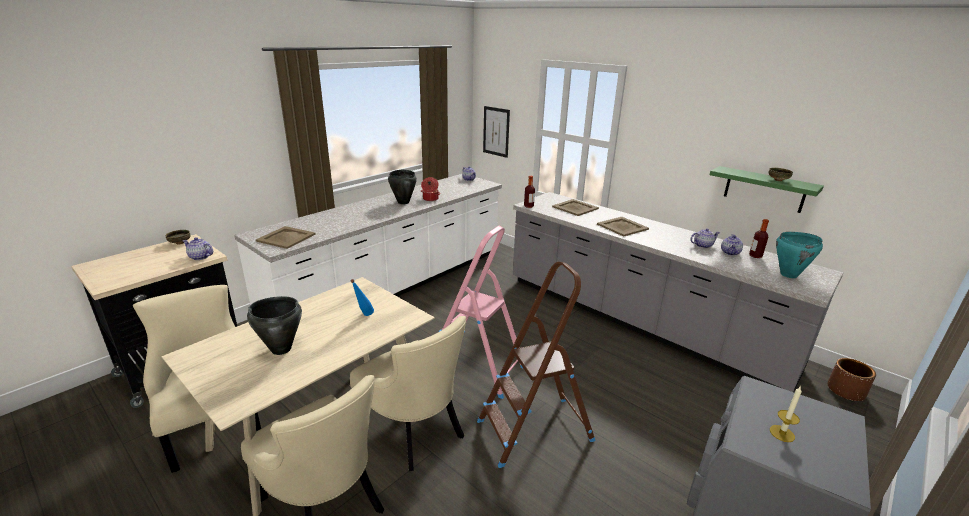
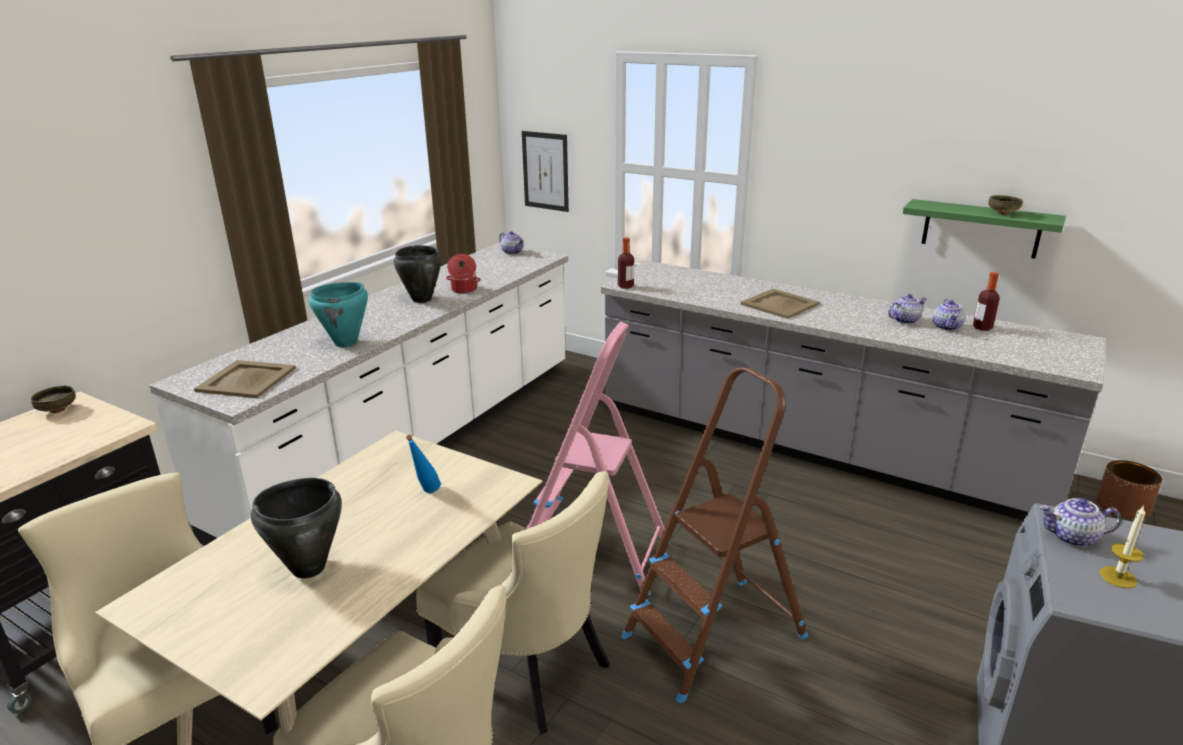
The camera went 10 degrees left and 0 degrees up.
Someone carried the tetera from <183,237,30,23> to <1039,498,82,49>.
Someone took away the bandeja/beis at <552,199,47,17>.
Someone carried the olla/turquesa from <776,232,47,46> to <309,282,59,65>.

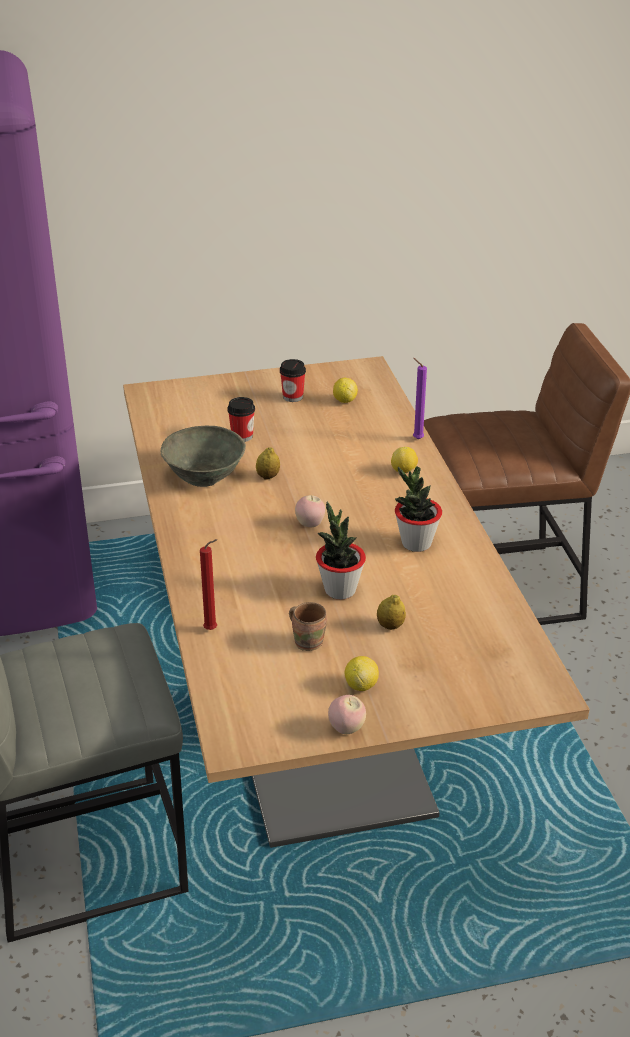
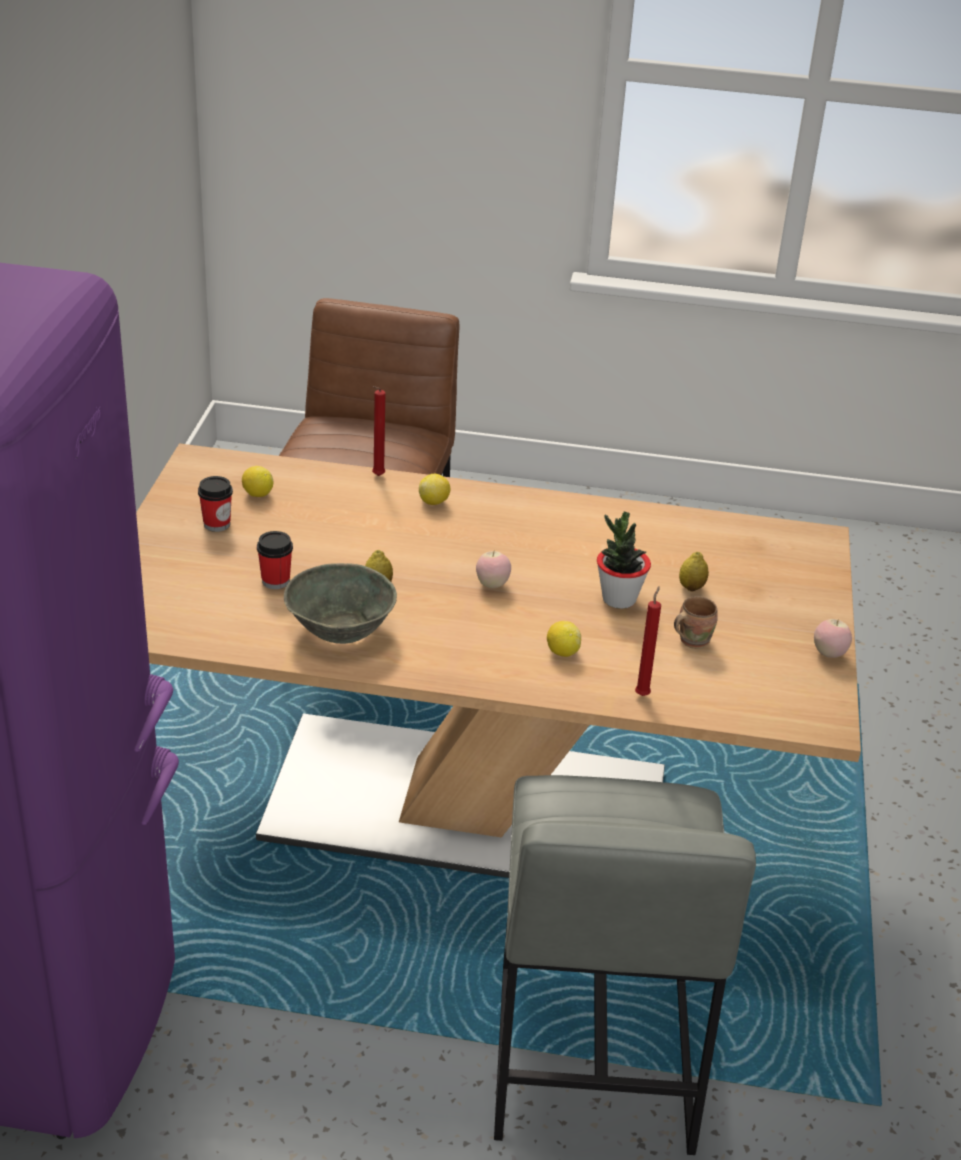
The camera went 70 degrees left and 0 degrees up.
Someone carried the limón from <344,656,35,35> to <547,621,34,36>.
Someone took away the planta en maceta at <395,466,47,86>.
Someone repainted the vela/morado at <413,358,14,81>, which became the vela/rojo at <372,386,13,90>.

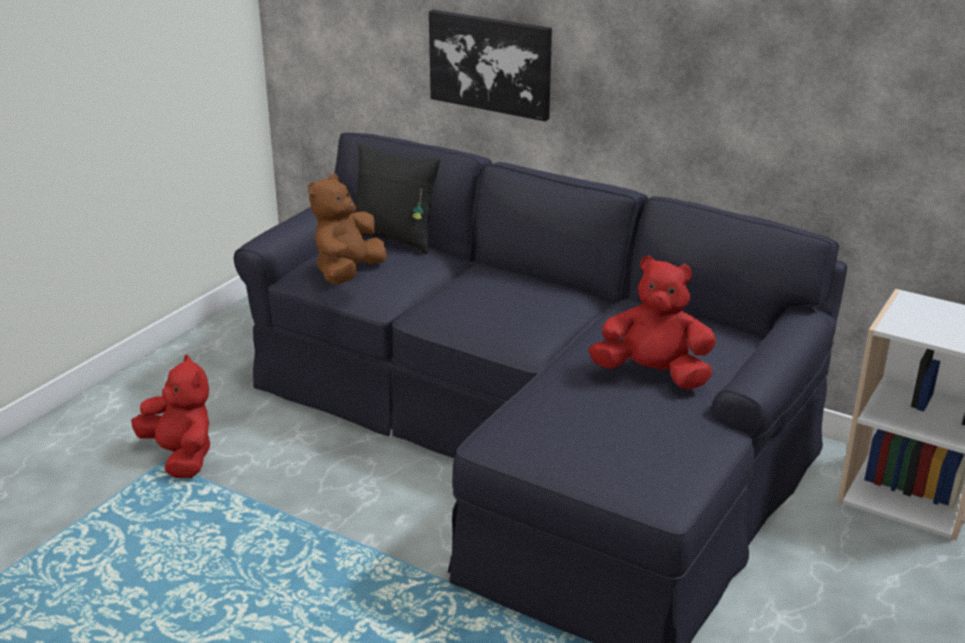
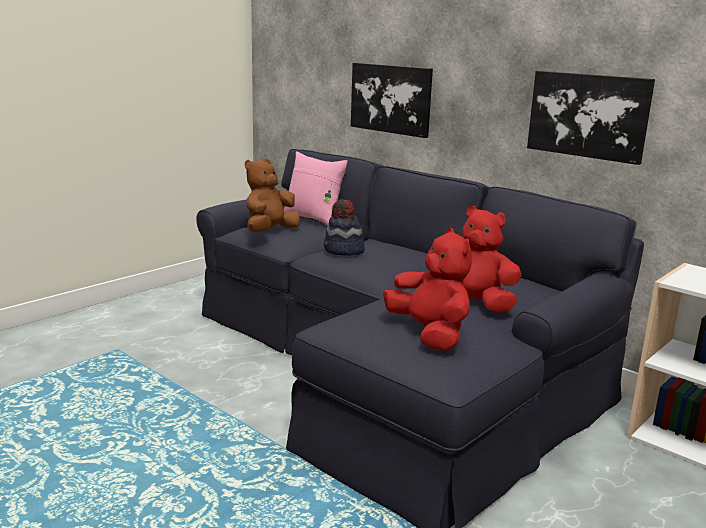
The camera went 10 degrees right and 10 degrees down.
Someone carried the peluche/rojo from <131,355,80,123> to <383,228,89,123>.
Someone repainted the cojín/negro at <354,143,86,111>, which became the cojín/rosa at <284,151,64,75>.
Someone put down the sombrero at <324,199,41,57>.
Someone put up the cuadro at <527,71,128,94>.

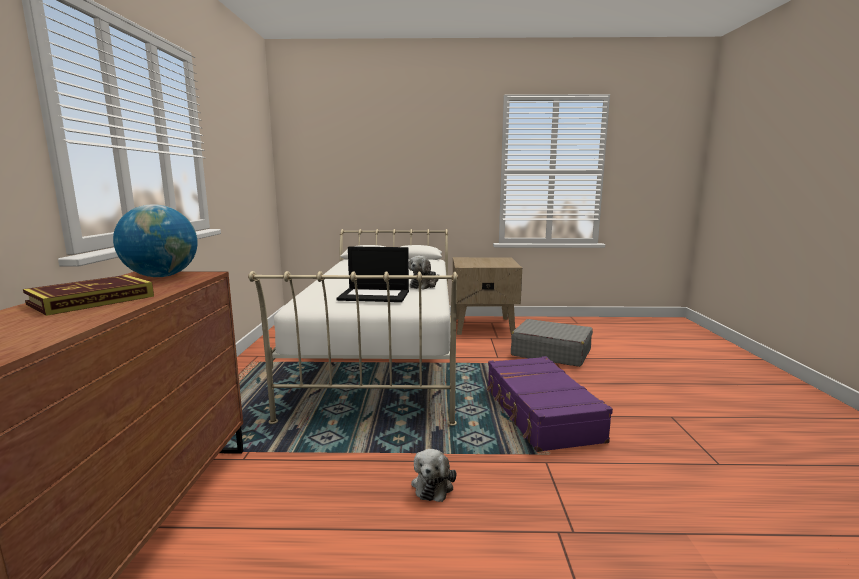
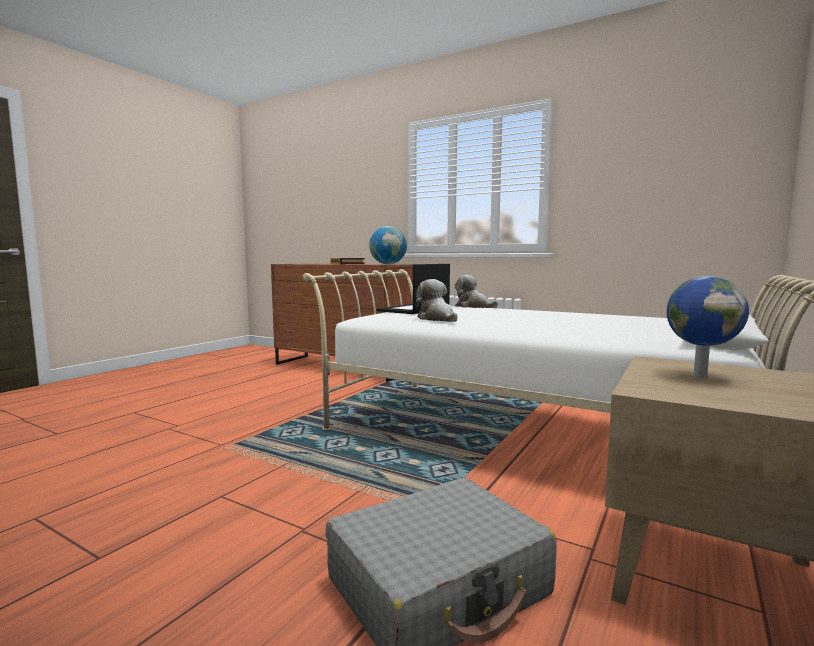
The camera went 120 degrees right and 5 degrees down.
Someone carried the peluche from <411,449,45,53> to <455,275,43,33>.
Someone took away the maleta/morado at <487,356,126,96>.
Someone put down the globo terráqueo at <667,276,82,102>.

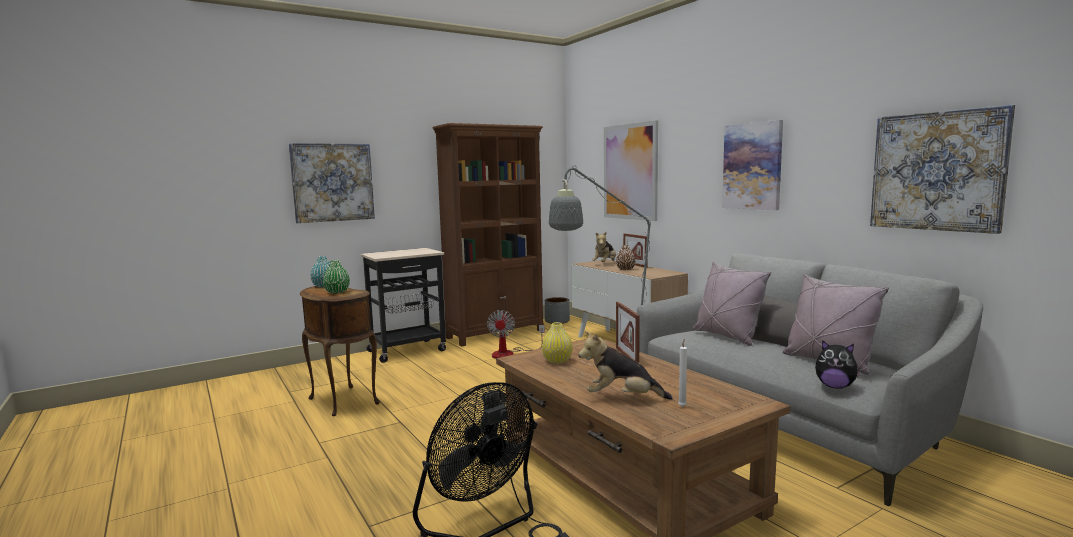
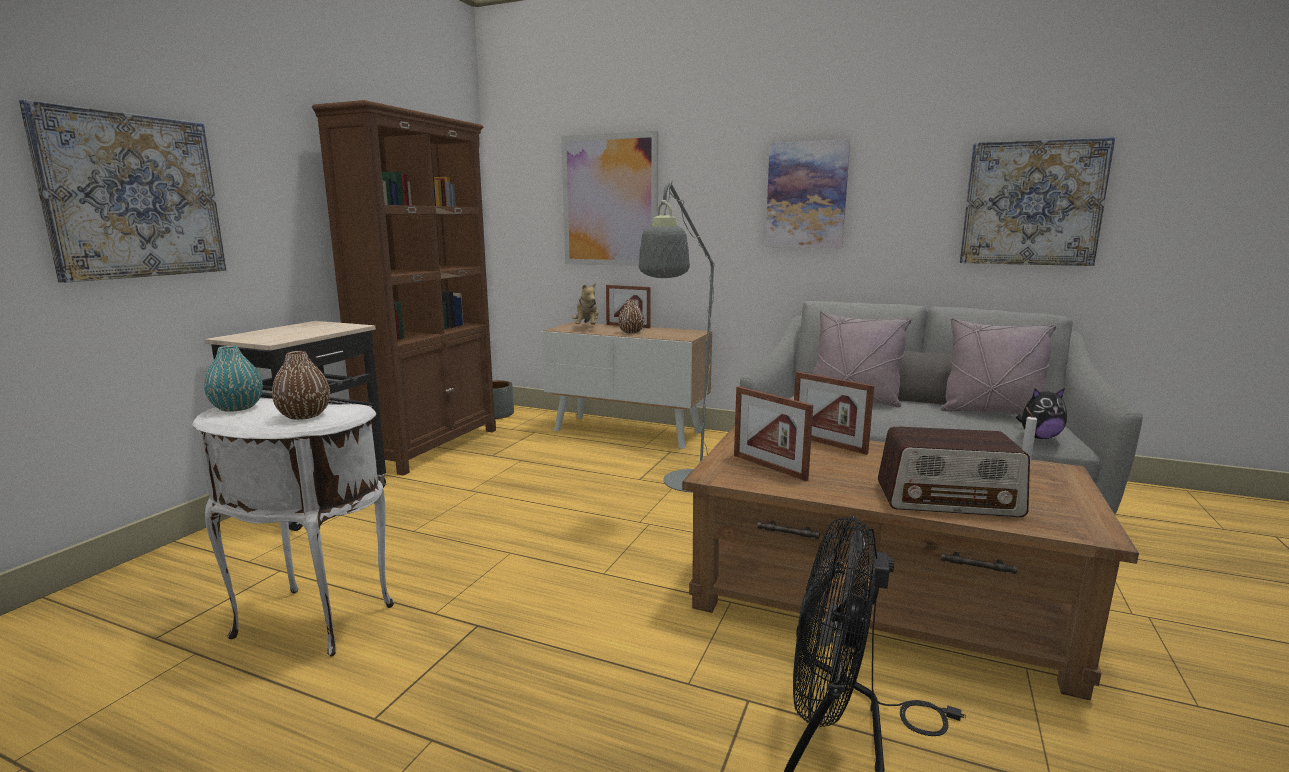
The camera went 35 degrees left and 5 degrees up.
Someone repainted the mesa auxiliar/marrón at <300,286,80,130>, which became the mesa auxiliar/blanco at <192,398,202,259>.
Someone repainted the florero/verde at <323,260,27,34>, which became the florero/marrón at <272,351,58,69>.
Someone took away the ventilador at <487,310,58,49>.
Someone swapped the florero/amarillo at <542,322,31,42> for the portarretratos at <734,386,79,95>.
Someone swapped the peluche at <578,331,94,69> for the radio at <878,426,152,91>.

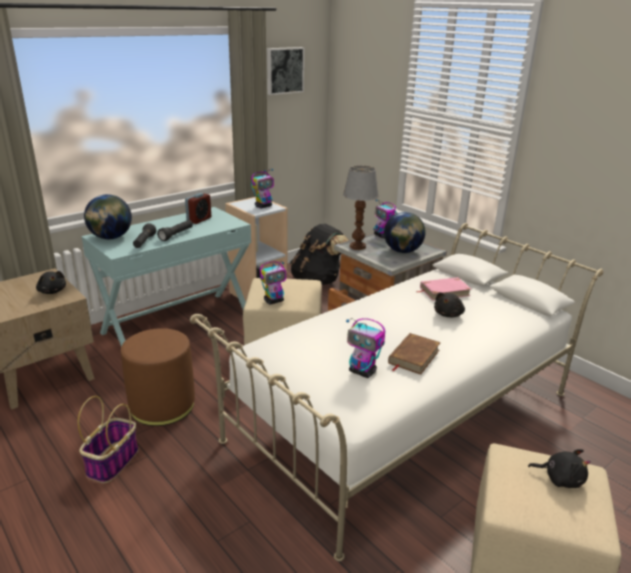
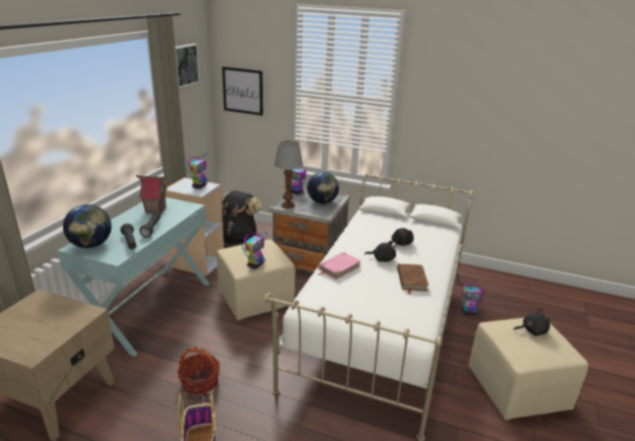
The camera went 30 degrees left and 0 degrees up.
Someone carried the peluche/negro from <36,271,30,23> to <365,241,31,21>.
Someone swapped the puf/marrón at <121,328,74,98> for the cesta at <177,347,43,48>.
Someone swapped the despertador at <185,193,26,31> for the casita at <136,175,31,39>.
Someone carried the robot de juguete from <346,318,39,60> to <461,283,23,32>.
Someone carried the libro/rosa from <416,277,55,24> to <318,252,42,28>.
Someone put up the cuadro at <222,67,41,49>.

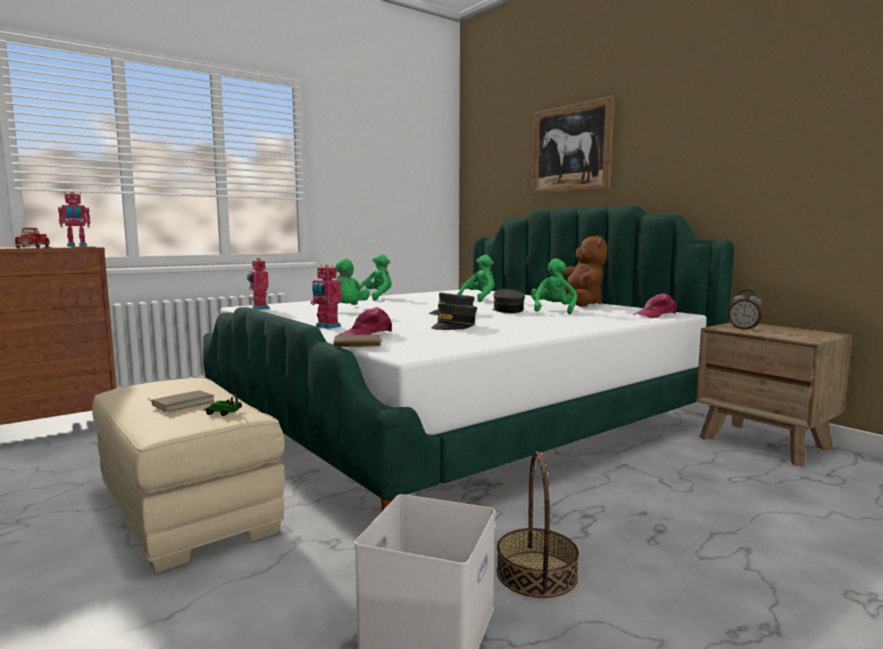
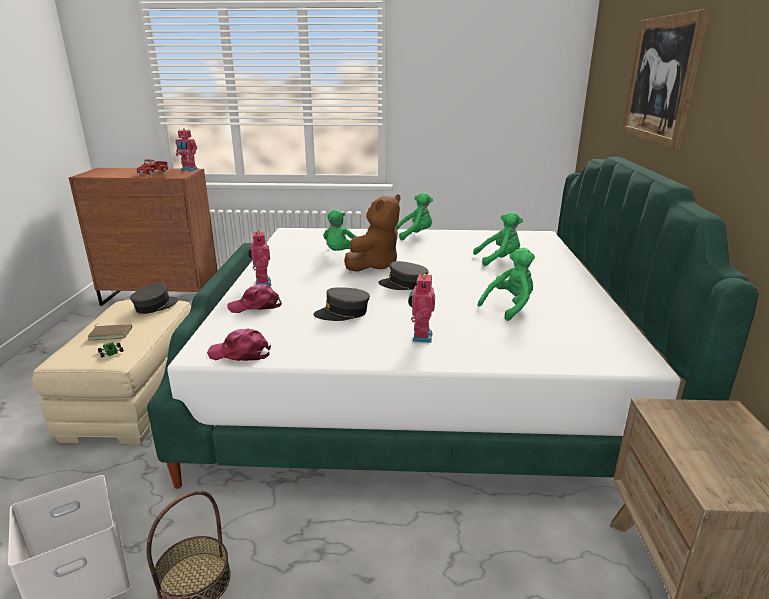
The camera went 40 degrees right and 15 degrees up.
Someone carried the robot de juguete from <247,258,23,52> to <408,272,27,71>.
Someone took away the libro/marrón at <333,334,50,13>.
Someone carried the gorra/gris from <493,289,32,24> to <130,283,49,31>.
Someone carried the peluche/marrón from <561,235,46,72> to <344,194,56,78>.
Someone carried the gorra/rosa from <633,293,44,25> to <207,328,64,33>.
Someone took away the despertador at <728,290,34,40>.

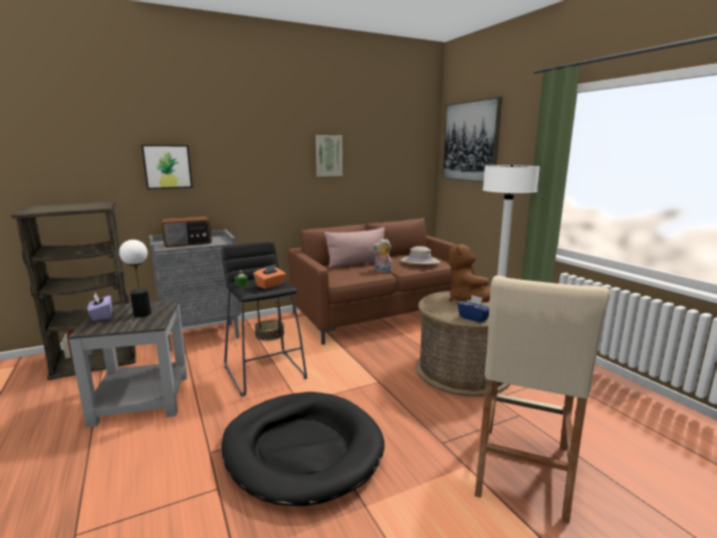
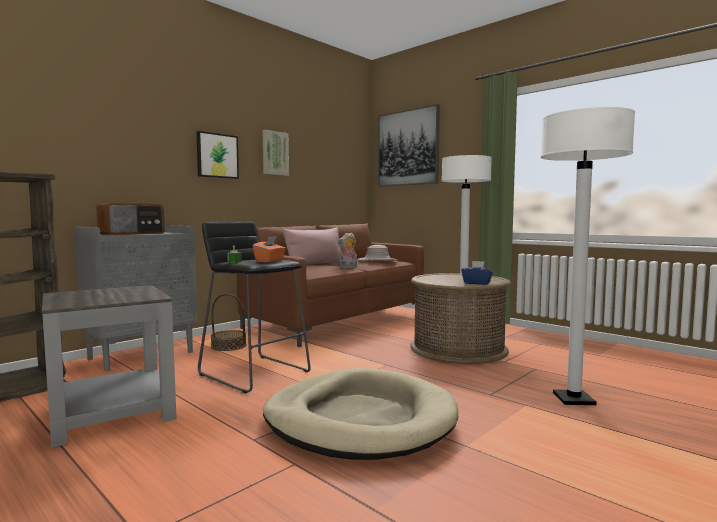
The camera went 20 degrees left and 10 degrees down.
Someone took away the caja de pañuelos/morado at <88,293,24,28>.
Someone took away the lámpara de mesa at <119,240,32,77>.
Someone carried the cuadro from <141,145,52,44> to <196,131,43,48>.
Someone repainted the cama para perro/negro at <221,392,164,114>, which became the cama para perro/beis at <263,368,195,92>.
Someone took away the peluche/marrón at <449,243,41,59>.
Someone swapped the taburete/beis at <475,275,135,249> for the lámpara de pie/blanco at <541,107,94,298>.

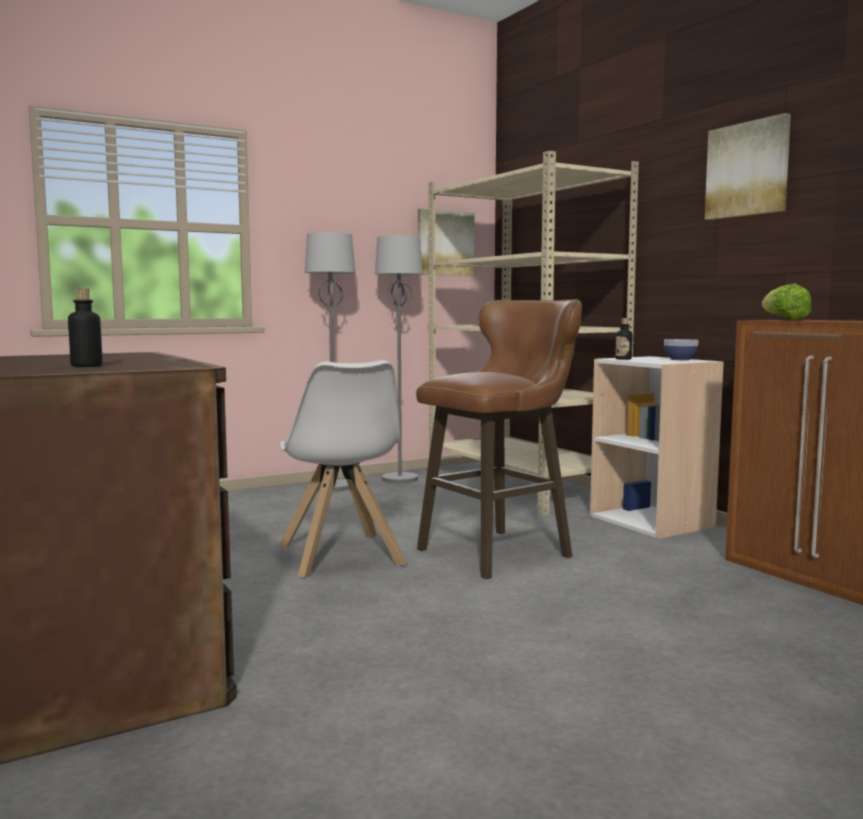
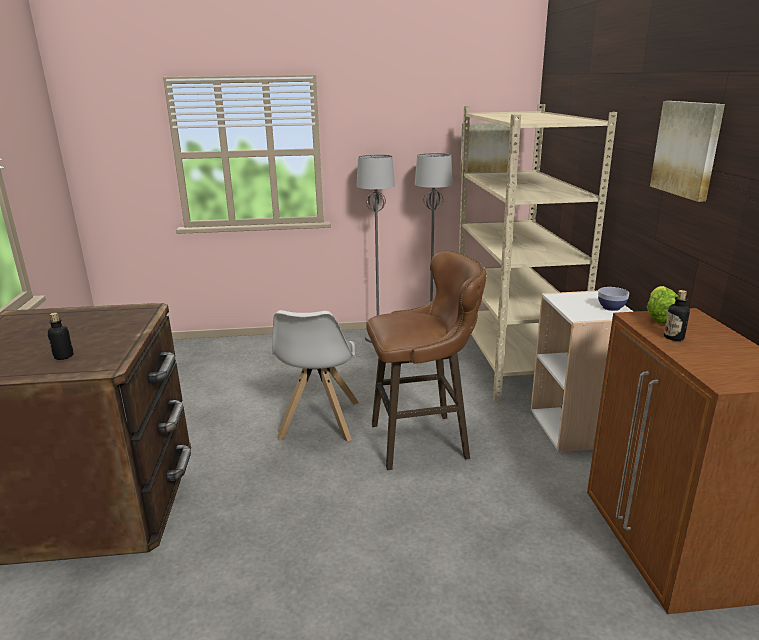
The camera went 25 degrees right and 15 degrees up.
Someone carried the botella from <615,318,18,42> to <664,290,26,51>.

